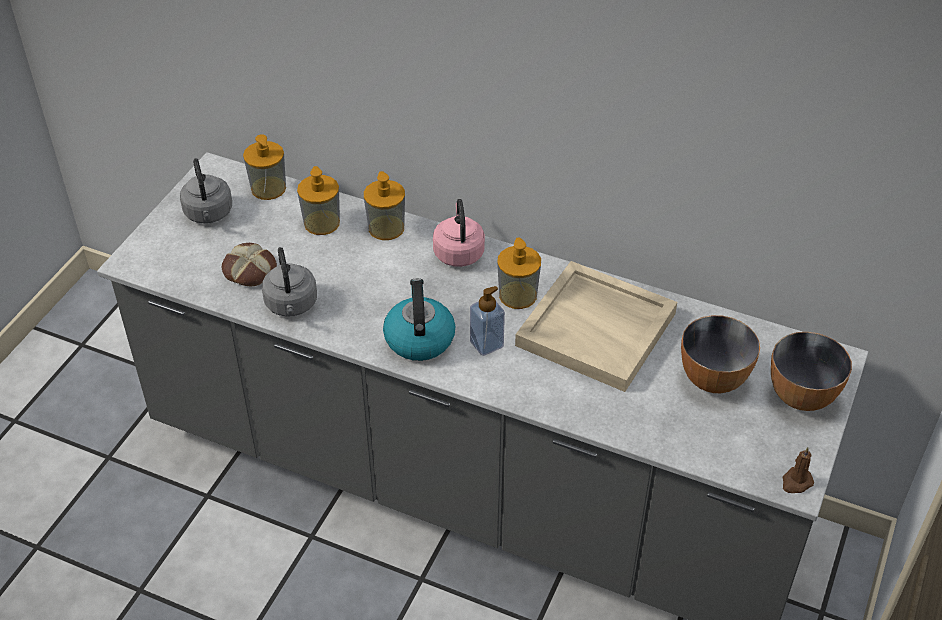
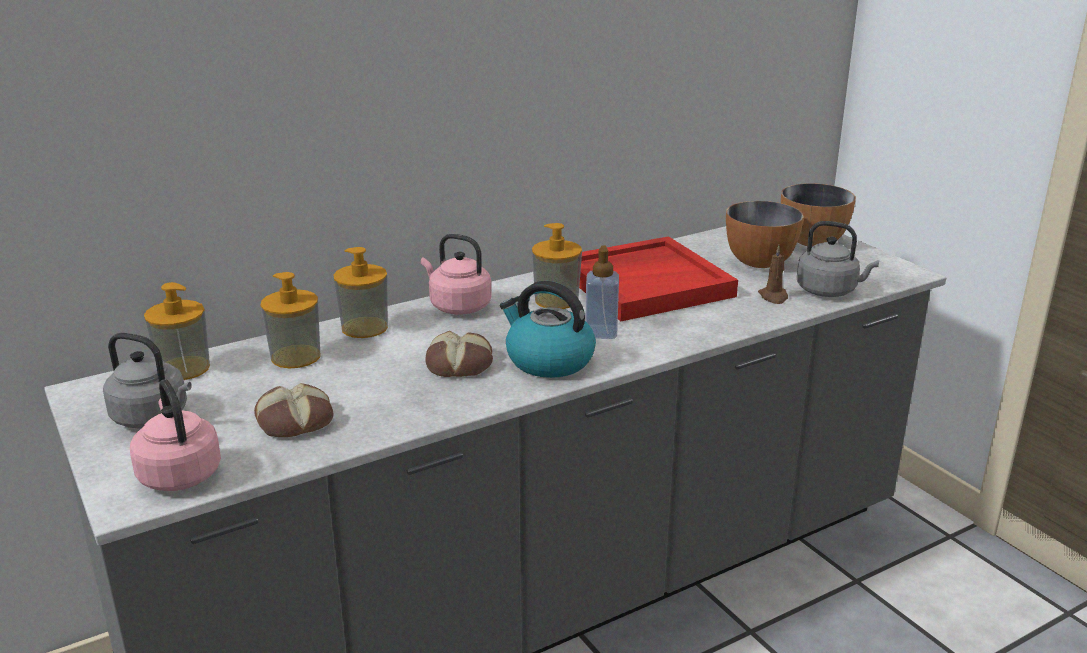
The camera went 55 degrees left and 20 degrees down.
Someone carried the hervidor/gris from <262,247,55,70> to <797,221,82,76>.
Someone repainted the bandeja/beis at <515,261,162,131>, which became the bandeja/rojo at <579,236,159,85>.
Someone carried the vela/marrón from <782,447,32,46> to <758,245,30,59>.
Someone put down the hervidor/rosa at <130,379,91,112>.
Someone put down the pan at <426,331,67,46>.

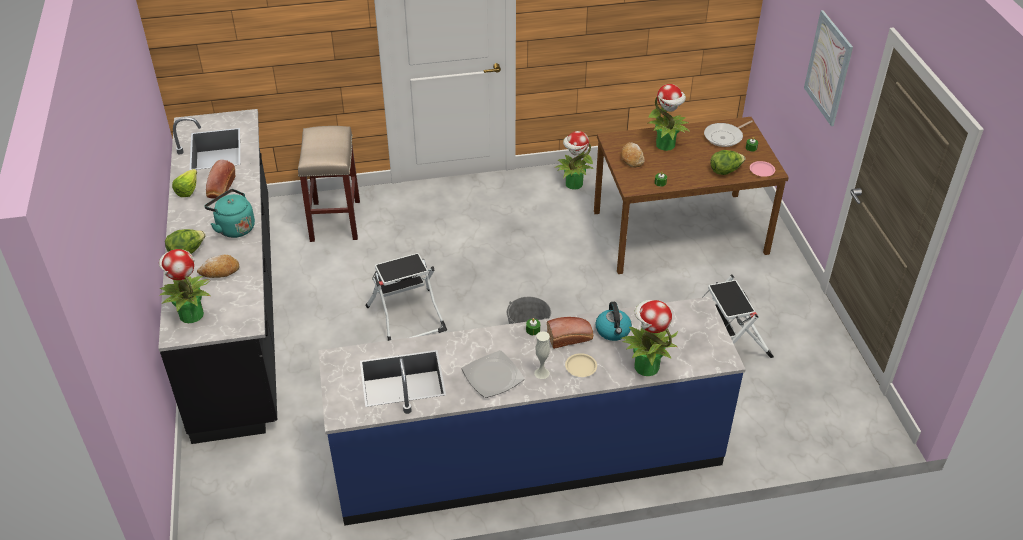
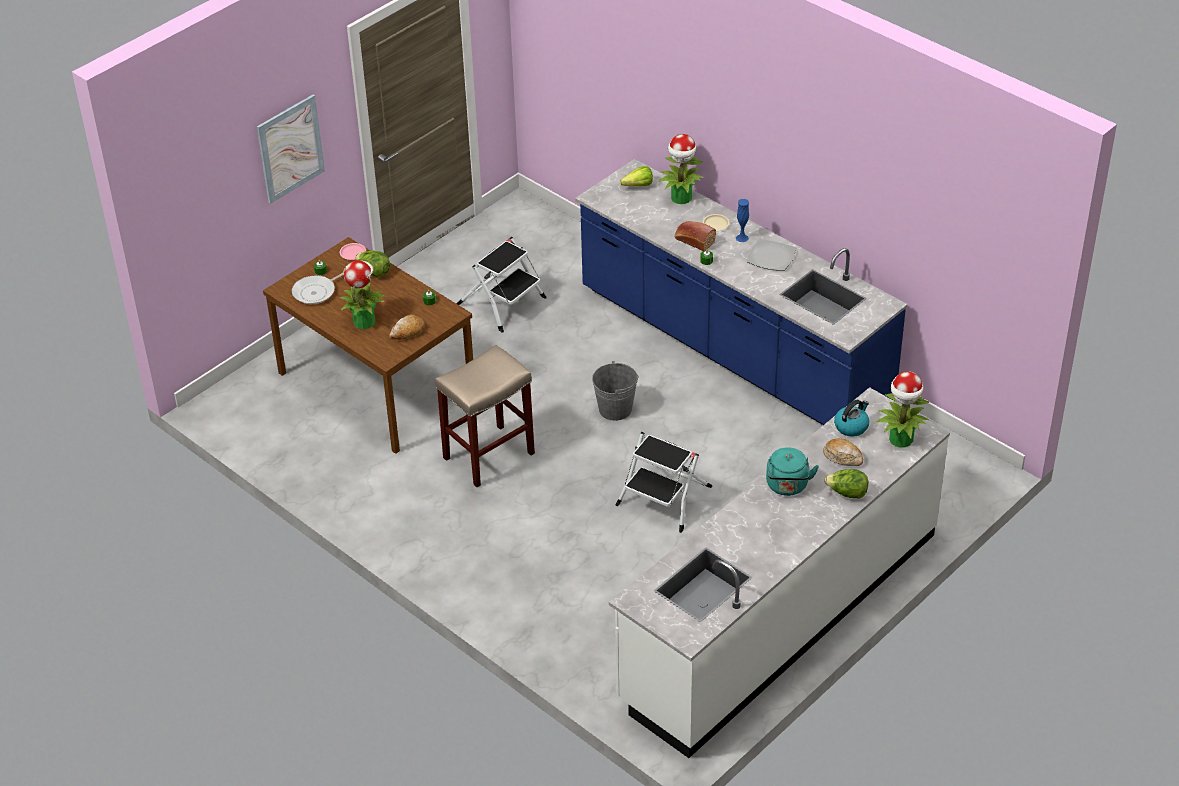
The camera went 125 degrees left and 0 degrees up.
Someone repainted the mueble bajo de cocina/negro at <158,109,119,335>, which became the mueble bajo de cocina/blanco at <609,387,341,371>.
Someone carried the lechuga from <172,169,25,28> to <620,166,33,20>.
Someone took away the pan at <206,160,30,39>.
Someone carried the taburete/beis from <298,126,62,116> to <435,345,100,142>.
Someone repainted the florero/blanco at <534,331,16,48>, which became the florero/azul at <736,199,13,43>.
Someone took away the planta en maceta at <556,131,38,59>.
Someone carried the hervidor from <596,302,36,39> to <834,400,35,37>.
Someone rotated the sartén at <704,120,49,27> by 120 degrees clockwise.

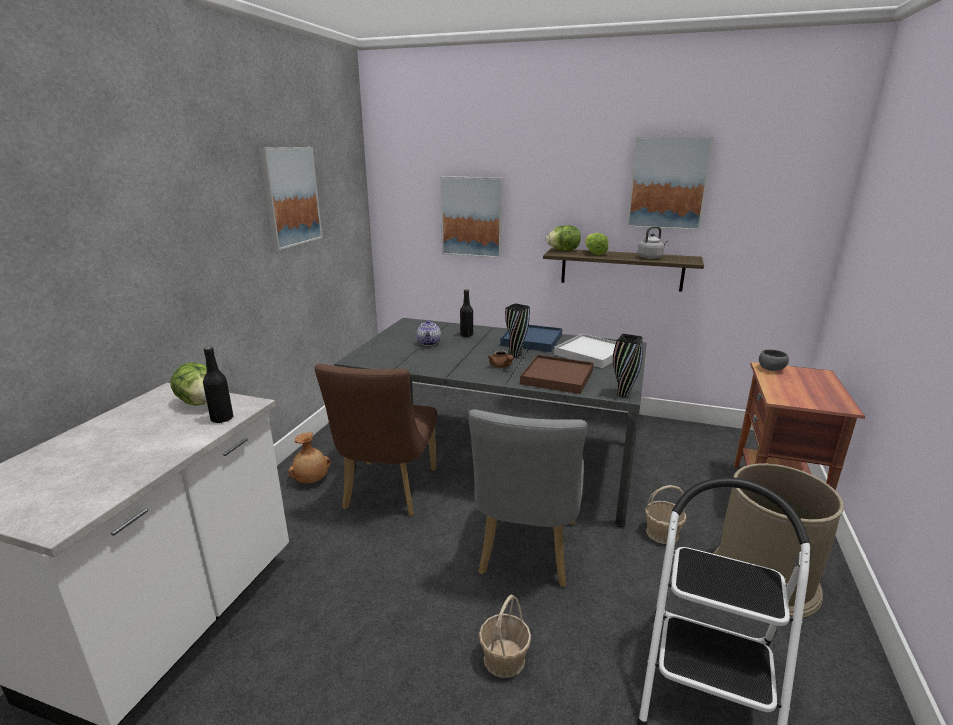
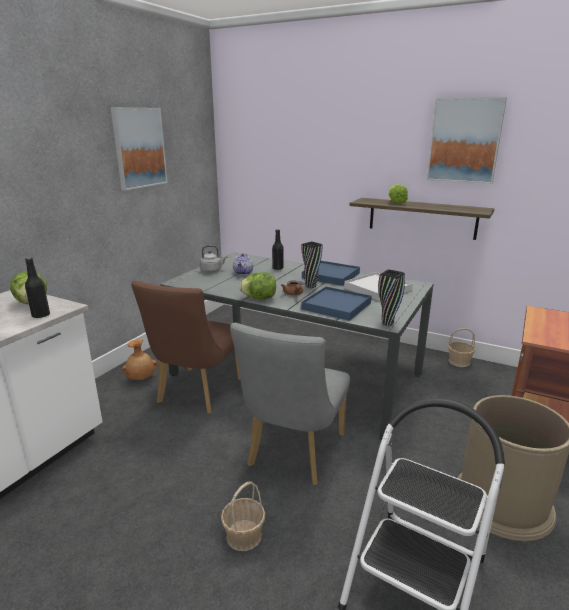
The camera went 10 degrees right and 0 degrees up.
Someone took away the cuadro at <440,176,63,82>.
Someone repainted the bandeja/marrón at <520,355,74,39>, which became the bandeja/azul at <301,287,71,34>.
Someone carried the lechuga from <546,225,35,26> to <239,272,37,27>.
Someone carried the hervidor/gris from <638,226,30,33> to <200,245,27,27>.
Someone carried the cesta from <645,485,42,59> to <448,328,27,39>.
Someone took away the cuenco/gris at <759,349,30,22>.

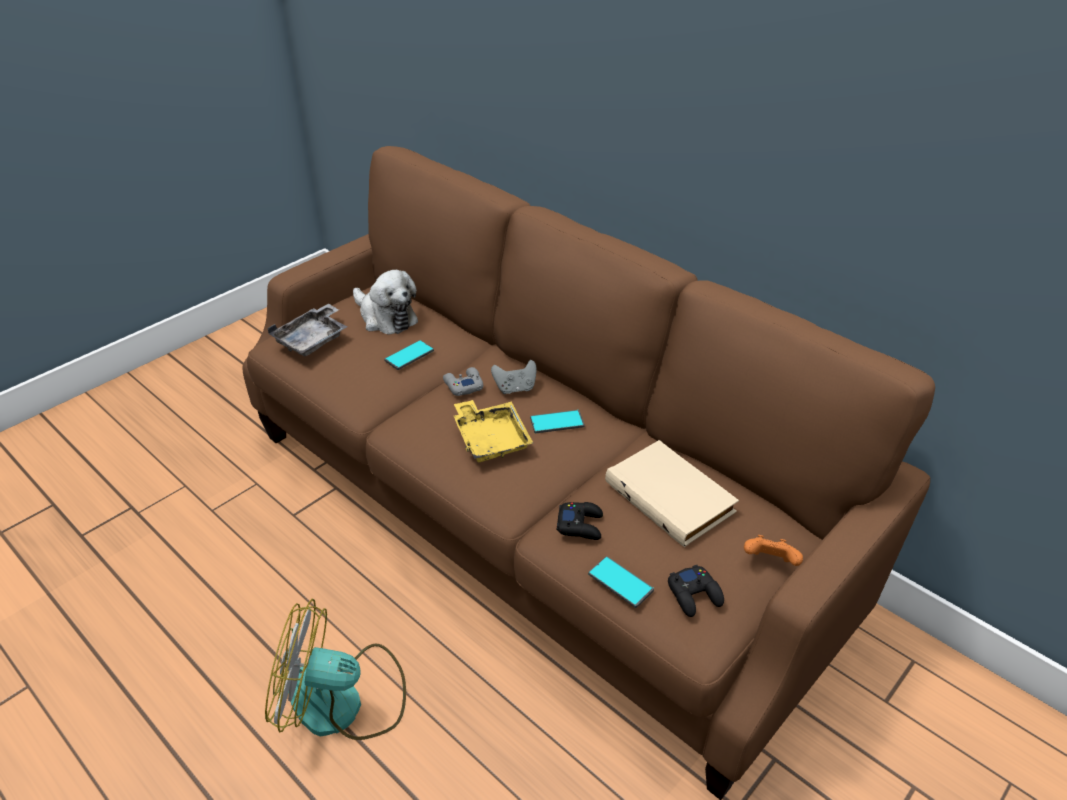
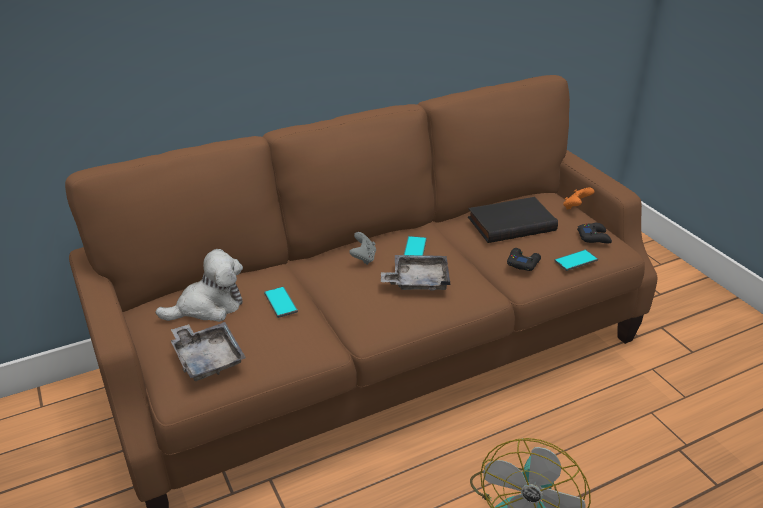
The camera went 70 degrees left and 5 degrees down.
Someone took away the mando de consola/gris at <443,367,40,29>.
Someone repainted the bandeja/amarillo at <454,400,79,62>, which became the bandeja/gris at <381,255,69,36>.
Someone repainted the libro/beis at <605,440,134,107>, which became the libro/negro at <468,197,90,46>.

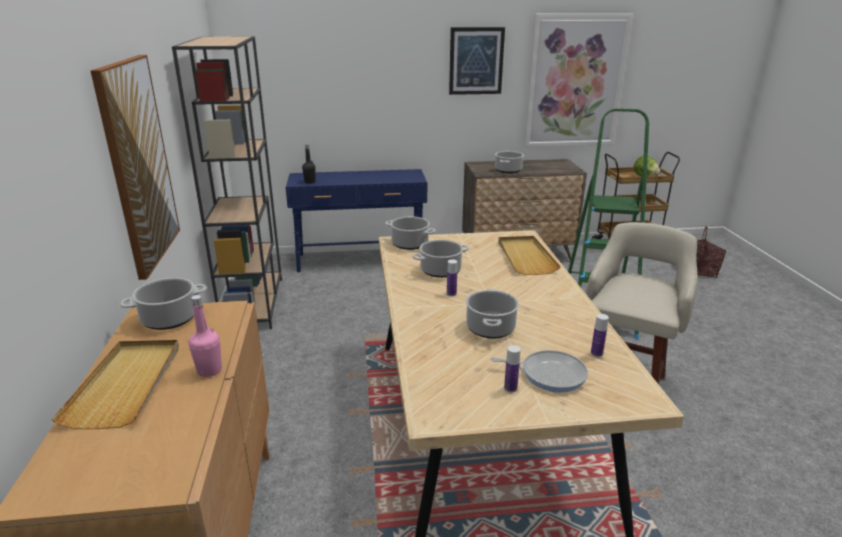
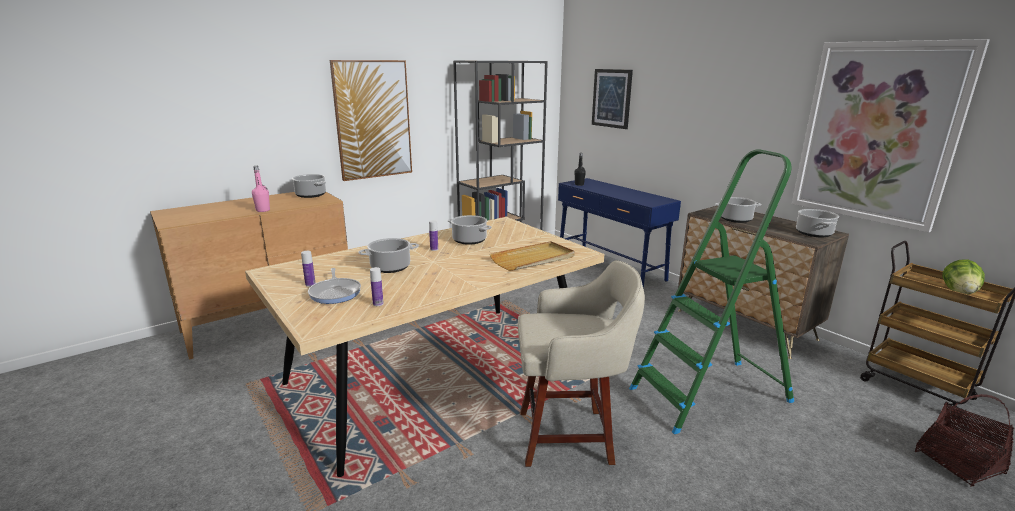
The camera went 60 degrees right and 5 degrees down.
Someone took away the bandeja/beis at <52,340,127,89>.
Someone carried the olla from <385,216,51,34> to <796,209,43,28>.
Someone carried the cuadro from <449,27,56,68> to <592,69,41,60>.

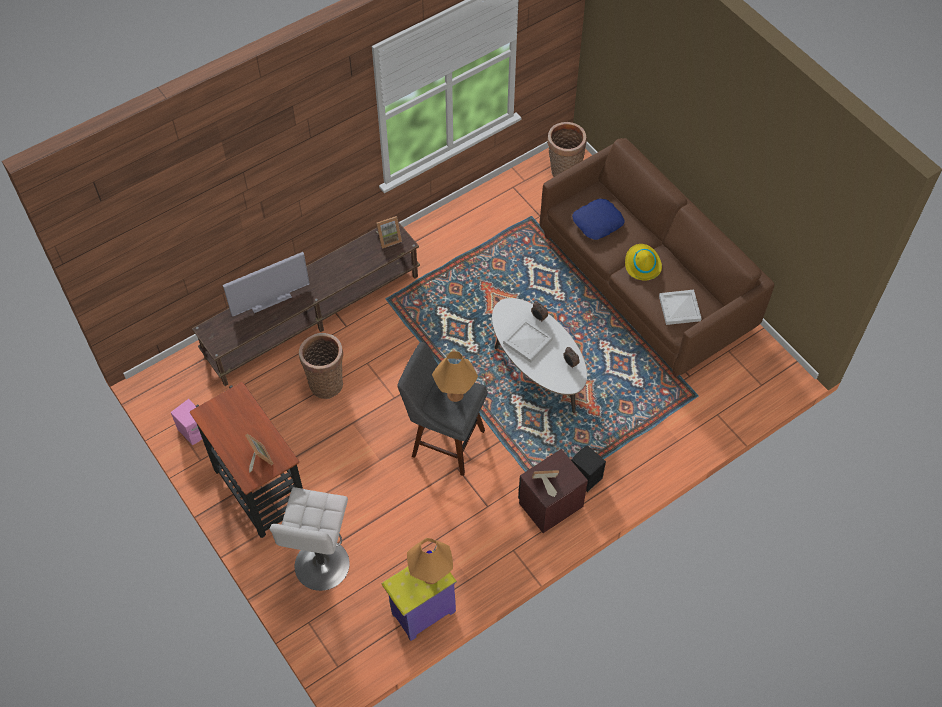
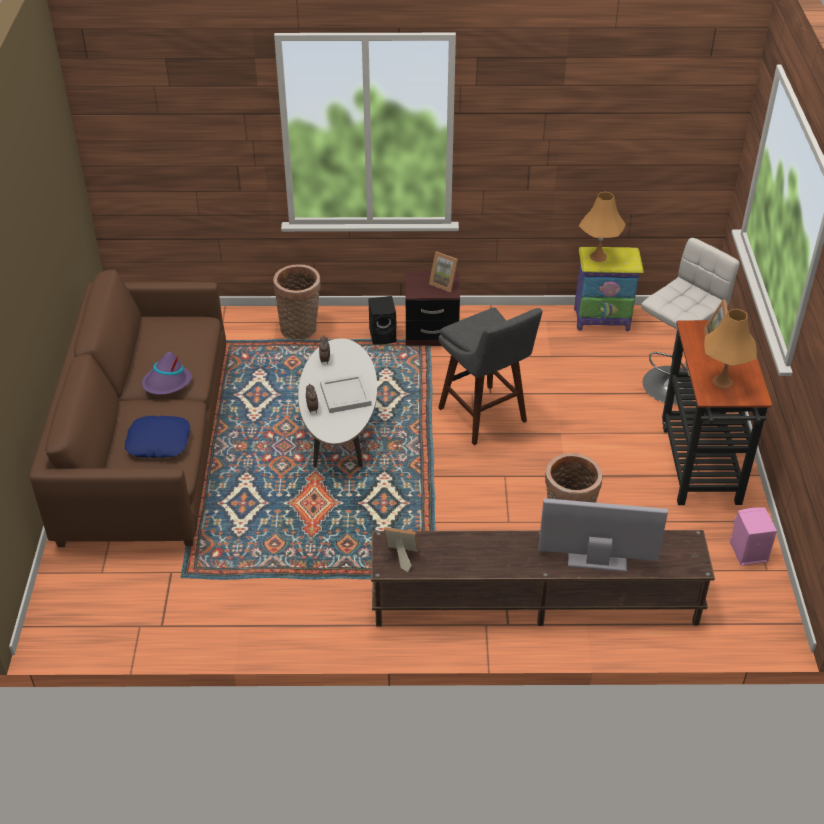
The camera went 145 degrees left and 15 degrees down.
Someone carried the lámpara de mesa/naranja from <432,351,46,51> to <704,309,53,80>.
Someone carried the cesta from <547,122,40,55> to <273,264,48,76>.
Someone repainted the sombrero/amarillo at <625,244,37,37>, which became the sombrero/morado at <142,352,50,43>.
Someone took away the bandeja/blanco at <659,290,43,35>.

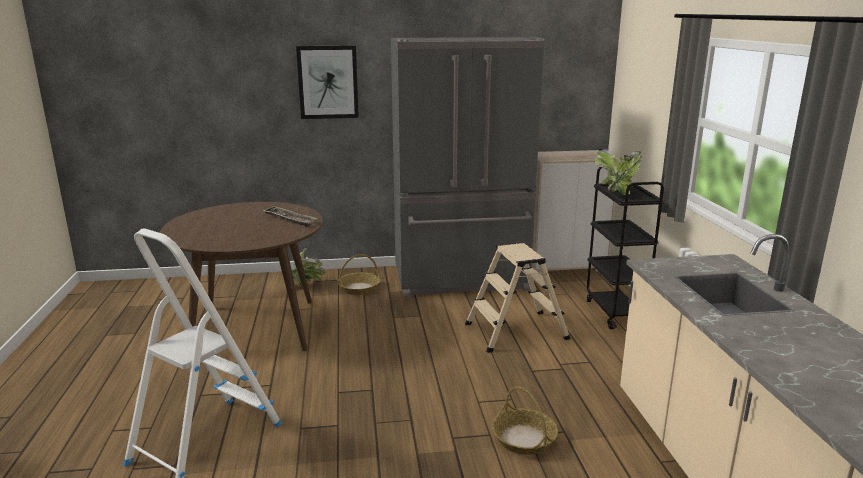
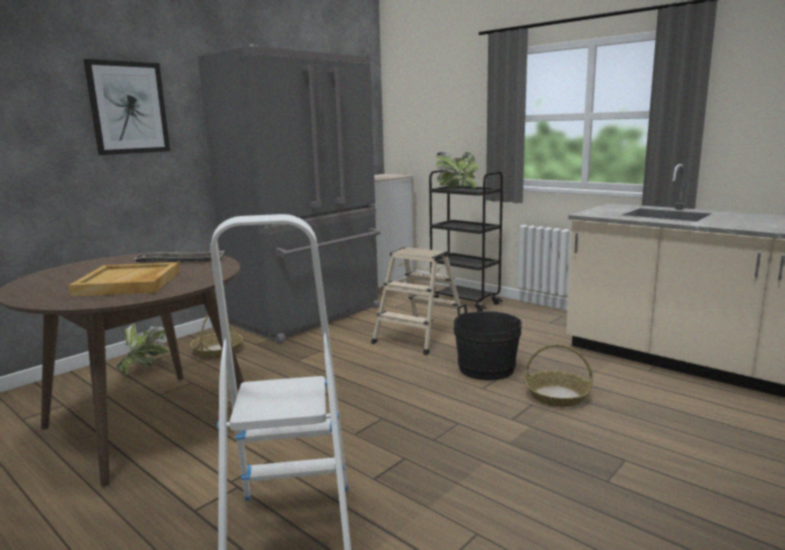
The camera went 40 degrees left and 5 degrees down.
Someone put down the bandeja/beis at <69,262,111,35>.
Someone put down the cubo/negro at <454,304,68,76>.

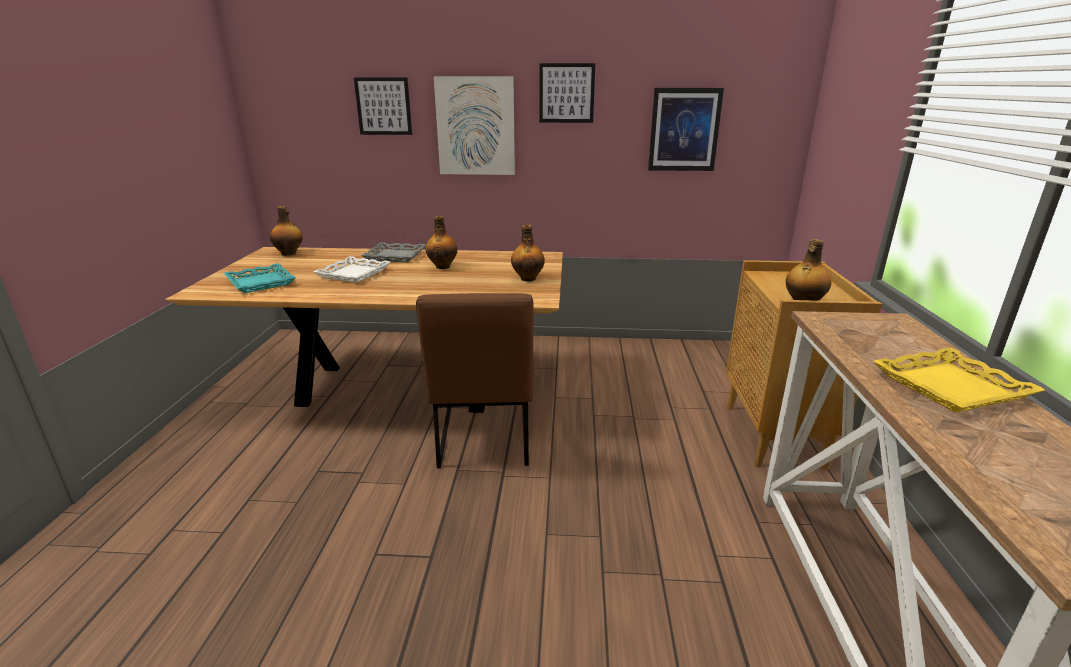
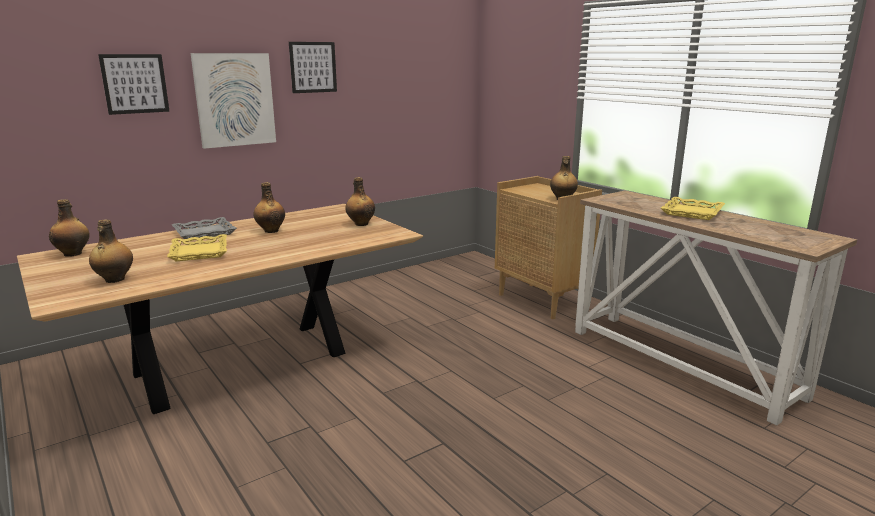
The camera went 40 degrees left and 5 degrees down.
Someone swapped the bandeja/turquesa at <224,263,72,30> for the botella at <89,220,44,63>.
Someone repainted the bandeja/blanco at <313,256,78,27>, which became the bandeja/amarillo at <167,234,60,27>.
Someone took away the silla/marrón at <416,293,118,175>.
Someone took away the cuadro at <648,88,76,83>.

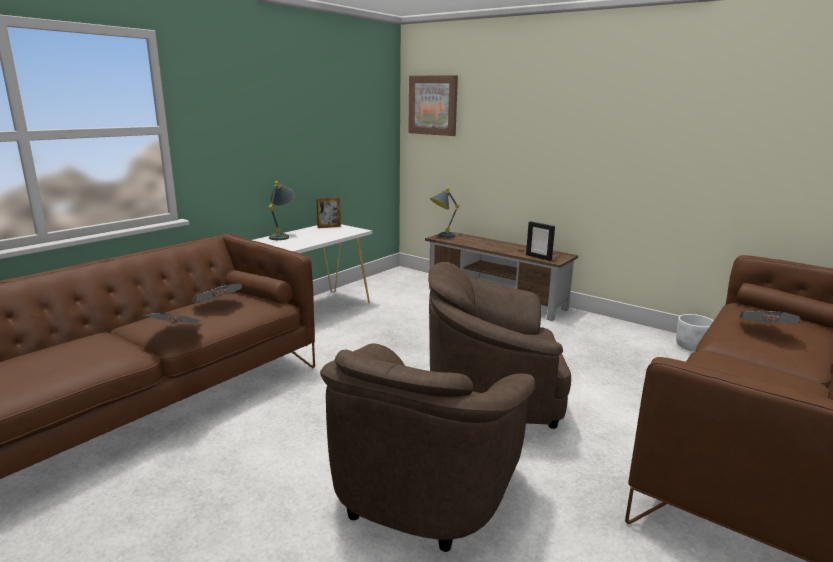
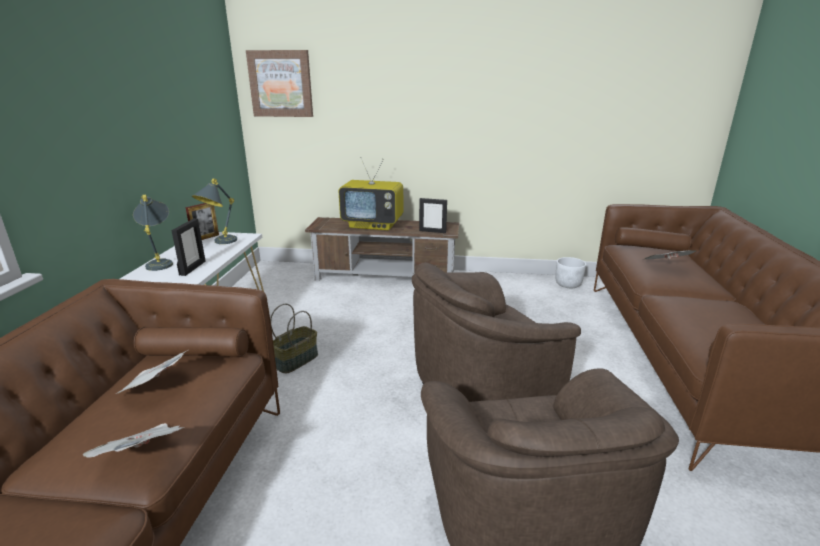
The camera went 30 degrees left and 5 degrees up.
Someone carried the lámpara de mesa/gris from <430,188,29,50> to <192,179,45,65>.
Someone put down the portarretratos at <171,219,35,57>.
Someone put down the cesta at <270,304,48,69>.
Someone put down the televisor at <338,157,65,73>.

